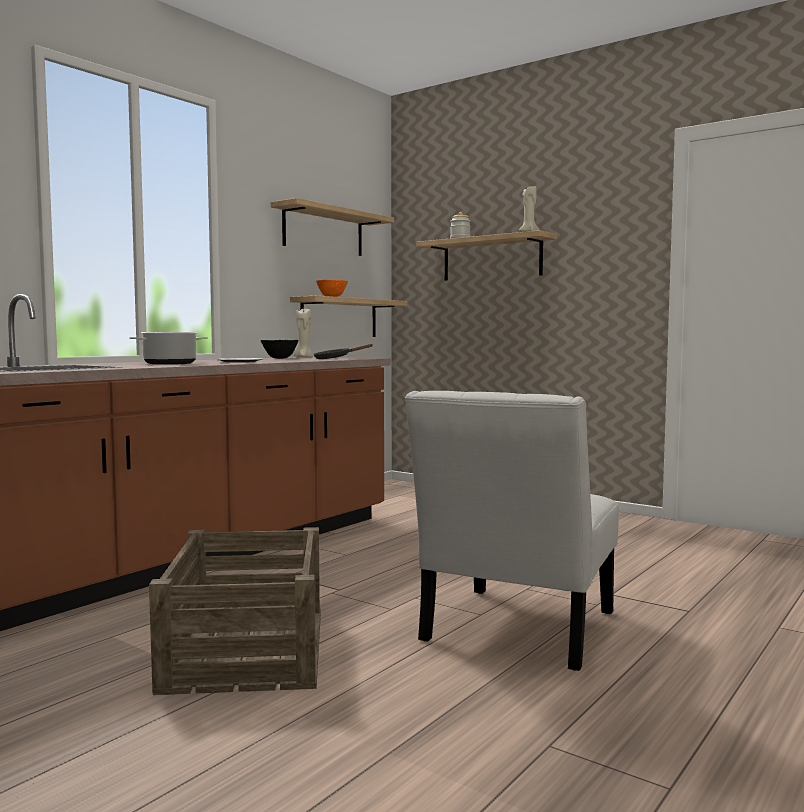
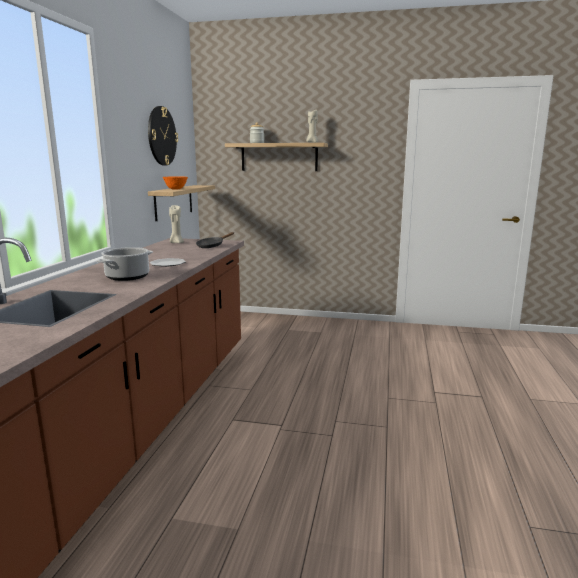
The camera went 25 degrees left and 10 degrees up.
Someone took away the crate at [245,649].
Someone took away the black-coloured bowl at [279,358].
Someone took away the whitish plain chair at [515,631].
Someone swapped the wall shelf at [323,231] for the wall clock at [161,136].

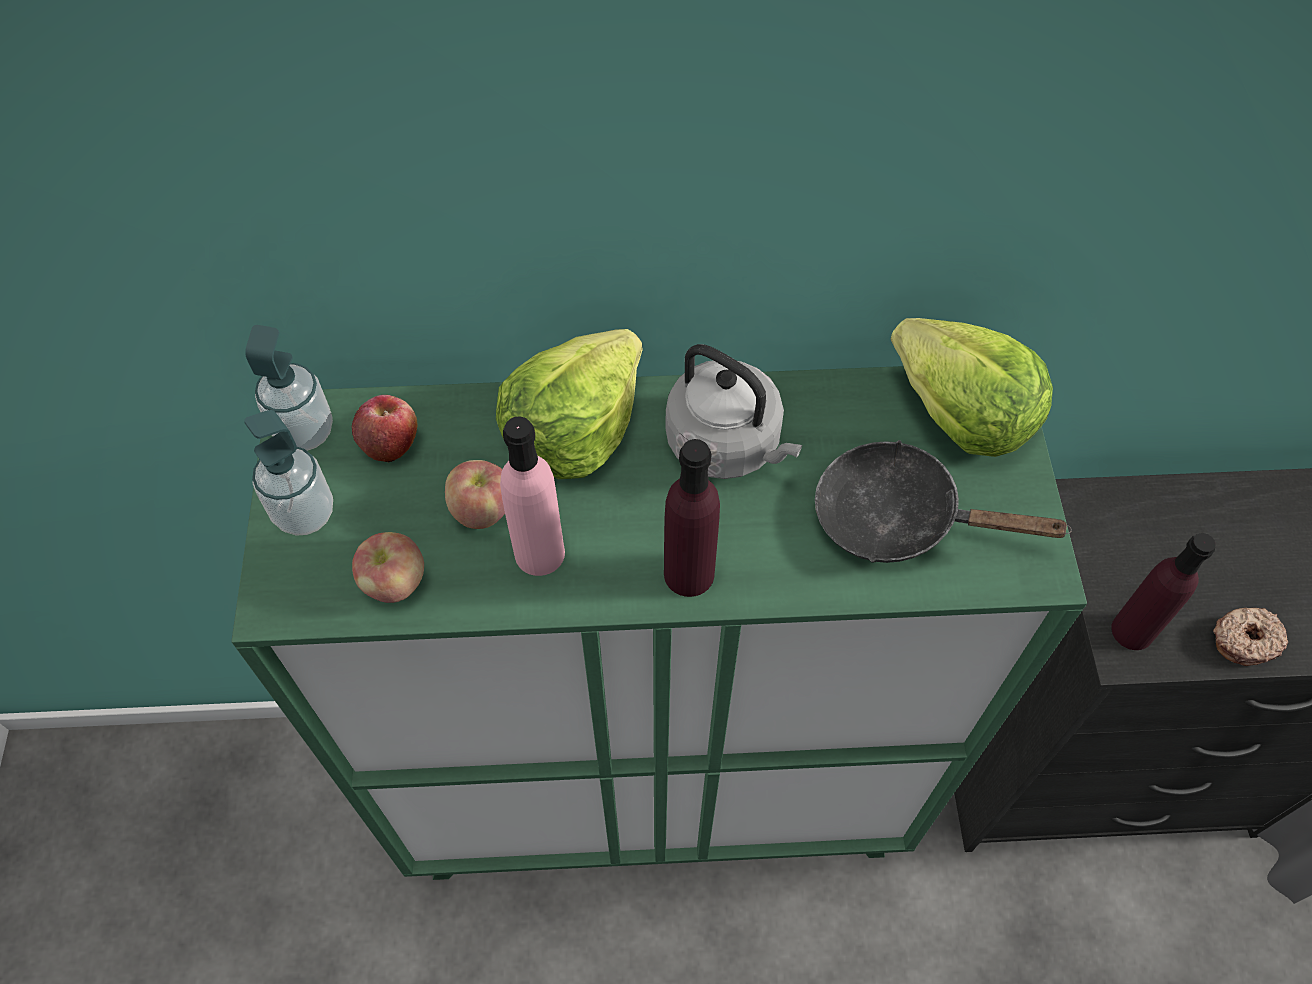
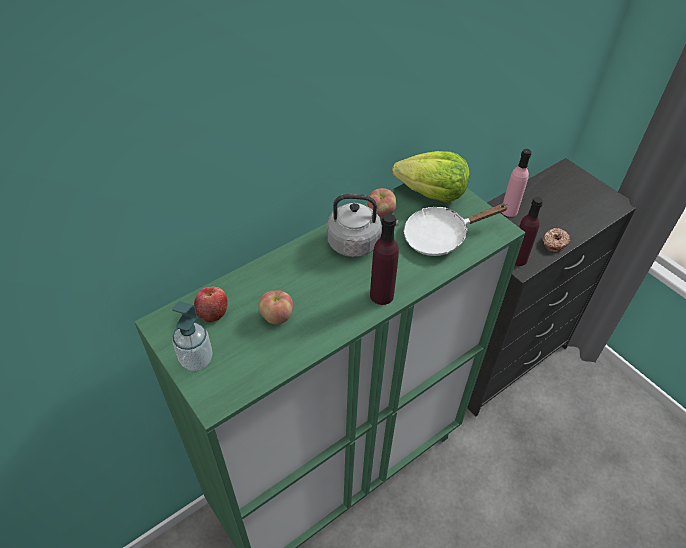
The camera went 35 degrees left and 10 degrees down.
Someone took away the soap dispenser at [305,431].
Someone took away the lettuce at [573,428].
Someone carried the whole apple from [394,582] to [381,213].
Someone carried the pinkish bottle from [539,553] to [509,211].
Someone repainted the black-coloured frying pan at [899,518], which became the whitish frying pan at [441,236].

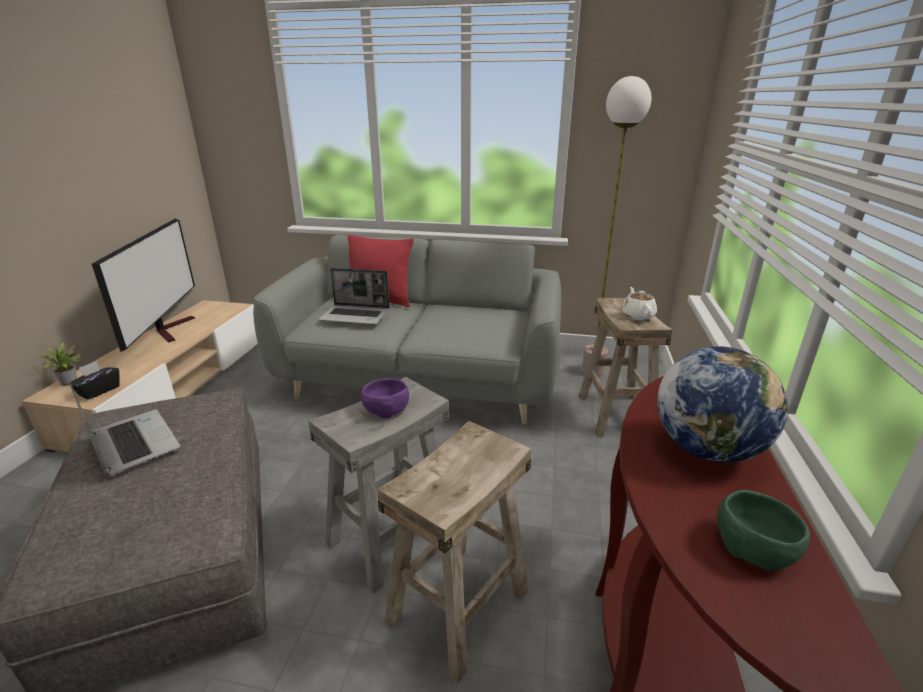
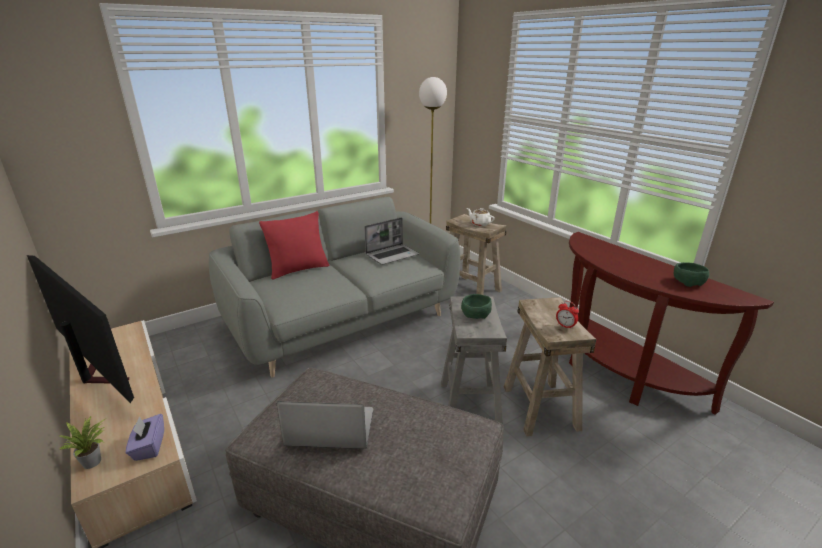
The camera went 45 degrees left and 0 degrees up.
Someone took away the desk globe at [707,449].
Someone put down the alarm clock at [565,326].
Someone carried the laptop from [356,316] to [392,255].
Someone repainted the black-coloured box of tissues at [99,391], which became the purplish box of tissues at [149,446].
Someone repainted the purplish bowl at [385,409], which became the greenish bowl at [475,314].

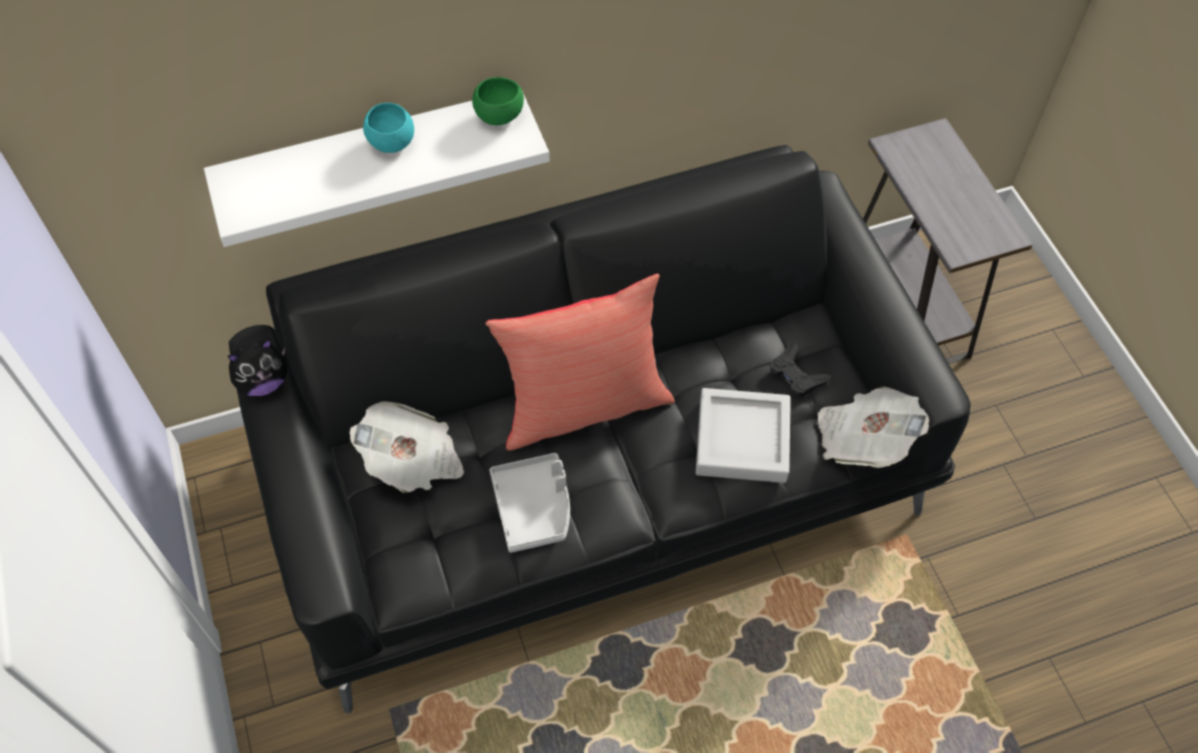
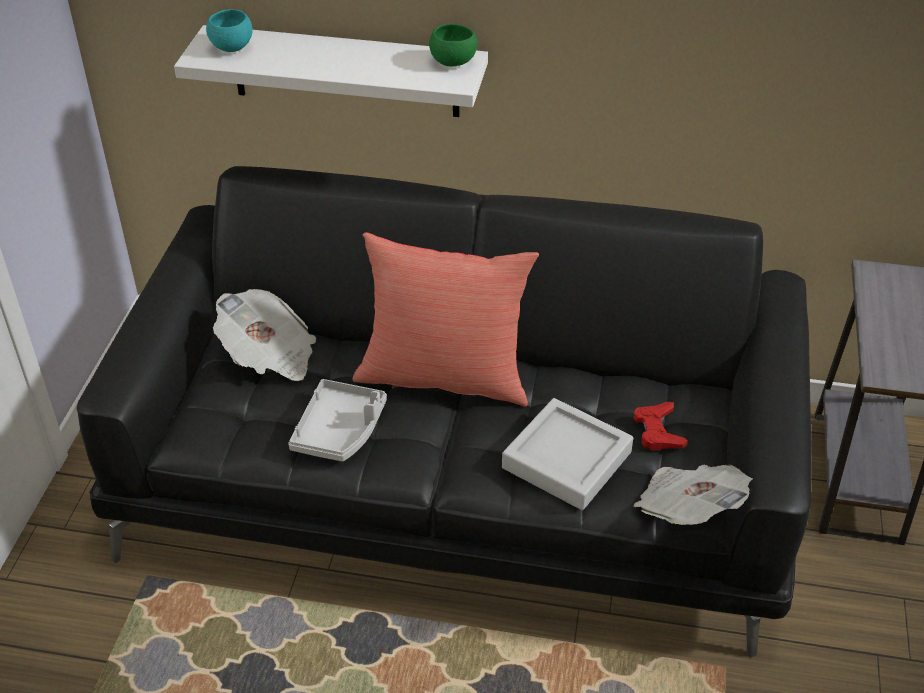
The camera went 30 degrees right and 15 degrees down.
Someone took away the soft toy at [264,382].
Someone carried the blue-green bowl from [391,143] to [232,47].
Someone repainted the black-coloured game controller at [796,375], which became the reddish game controller at [658,431].

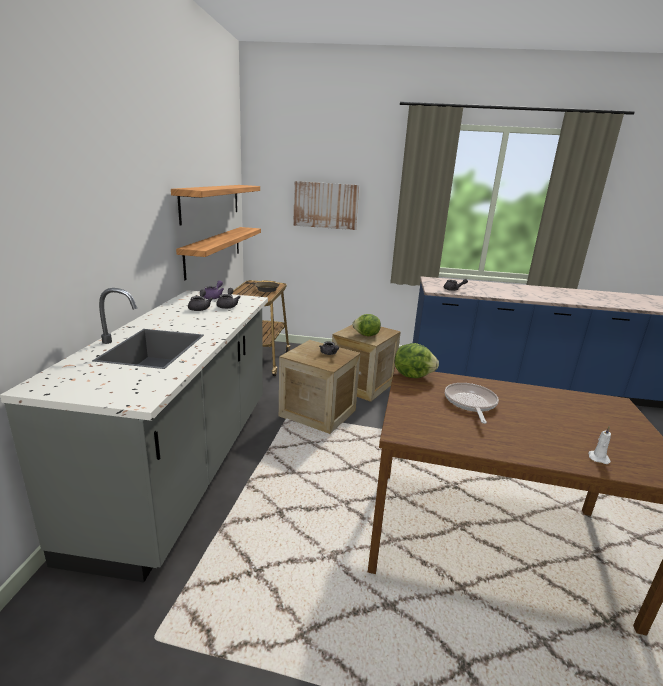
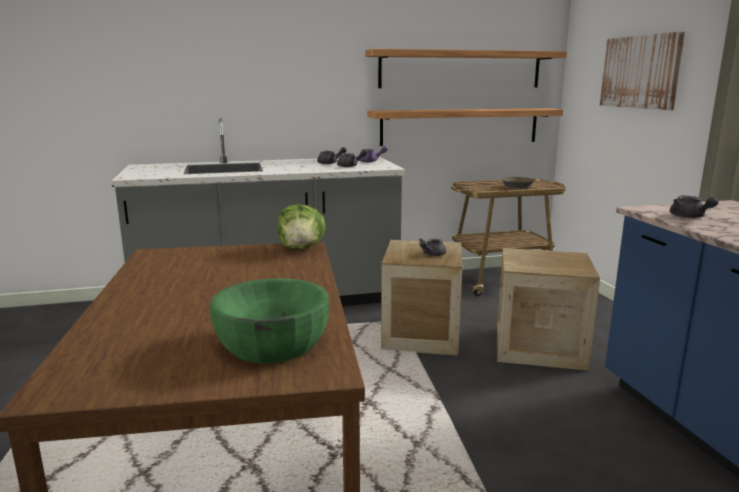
The camera went 70 degrees right and 5 degrees down.
Someone took away the lettuce at [366,335].
Someone took away the frying pan at [470,403].
Someone took away the whitish candle at [598,457].
Someone put down the greenish bowl at [272,343].

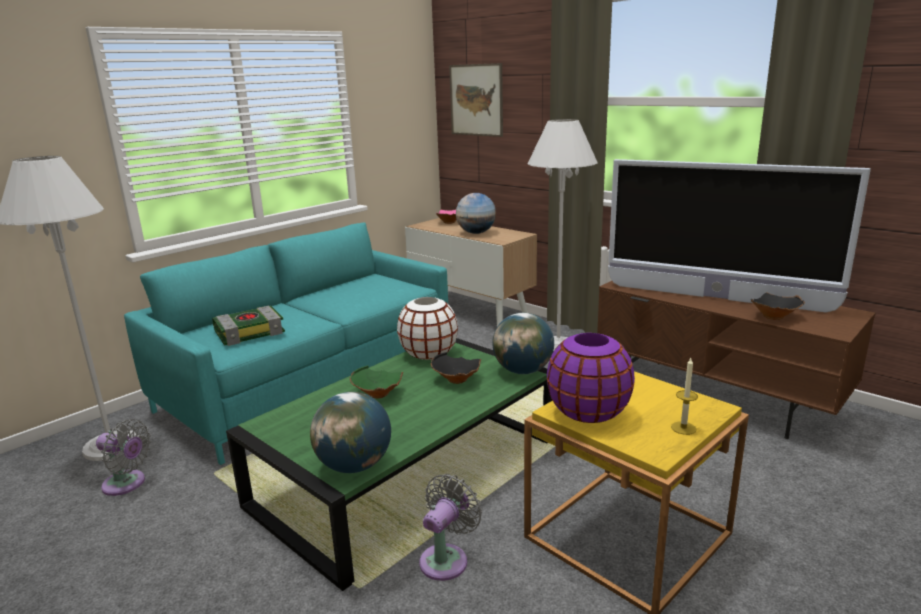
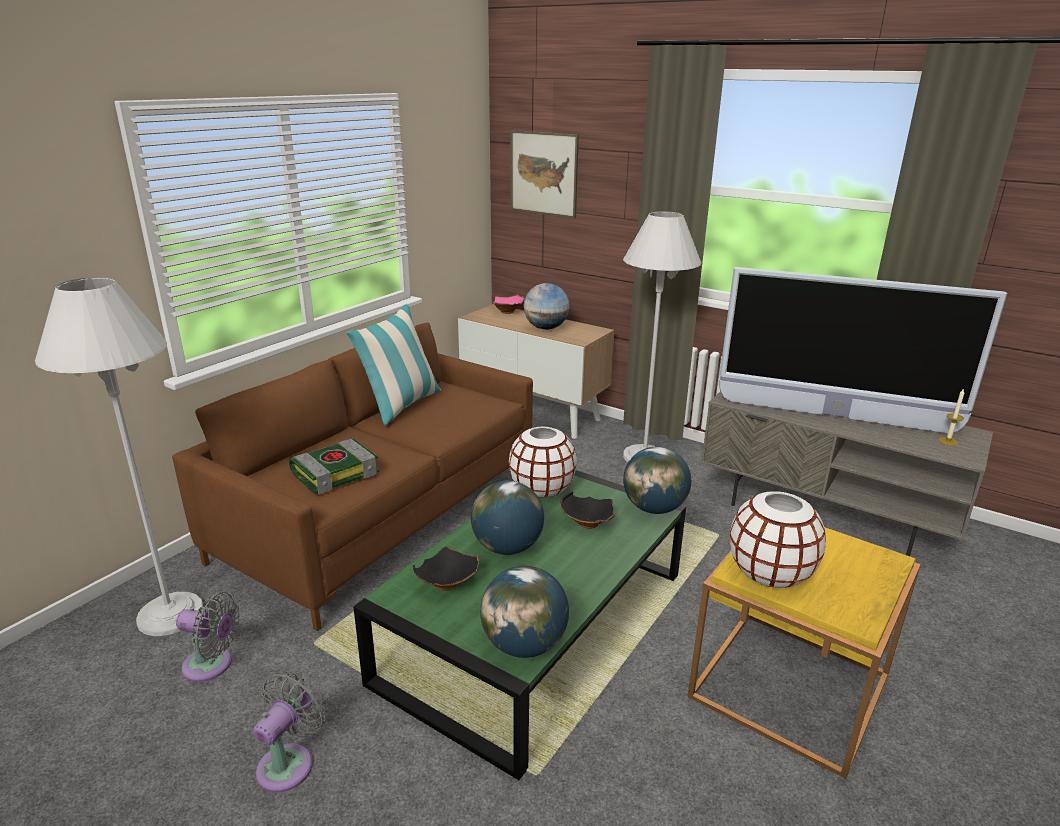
The camera went 10 degrees left and 5 degrees up.
Someone put down the throw pillow at [401,405].
Someone carried the grey fan from [446,559] to [289,763].
Someone carried the candle from [683,428] to [948,441].
Someone carried the black-coloured bowl from [774,317] to [447,584].
Someone swapped the greenish bowl at [377,394] for the desk globe at [508,547].
Someone repainted the blue-green sofa at [310,383], which became the brown sofa at [382,515].
Someone repainted the purplish flower vase at [588,412], which became the whitish flower vase at [770,573].
Someone repainted the brown media console at [717,396], which became the grey media console at [825,514].

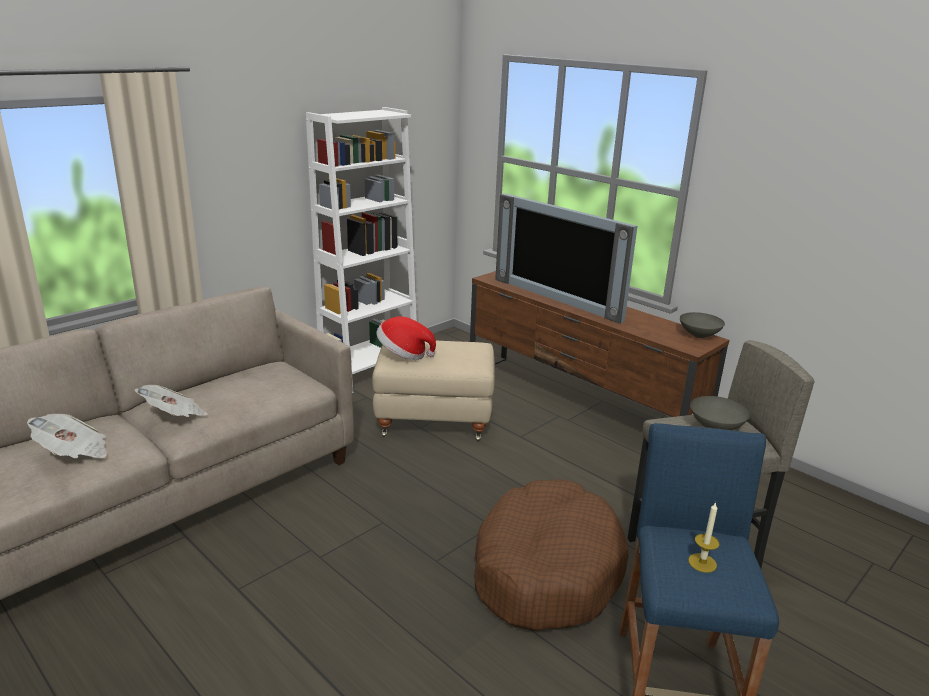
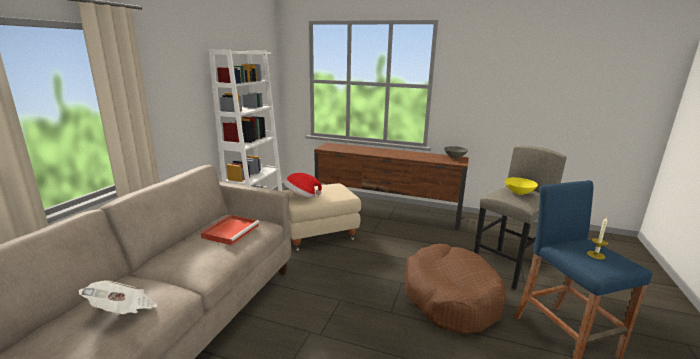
The camera went 25 degrees left and 5 degrees down.
Someone took away the newspaper at [174,416].
Someone took away the television at [559,298].
Someone put down the reddish serving tray at [231,231].
Someone repainted the grey bowl at [716,427], which became the yellow-coloured bowl at [519,193].

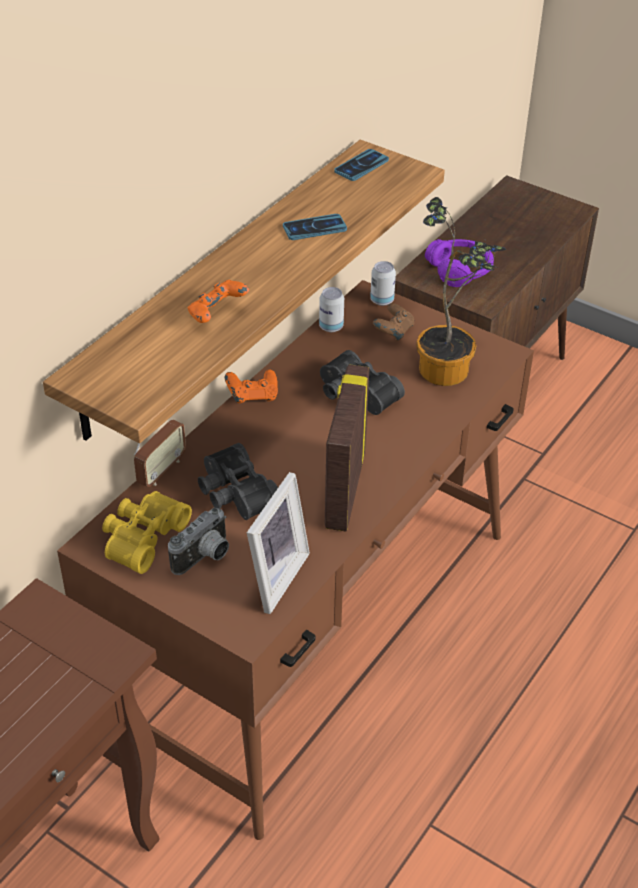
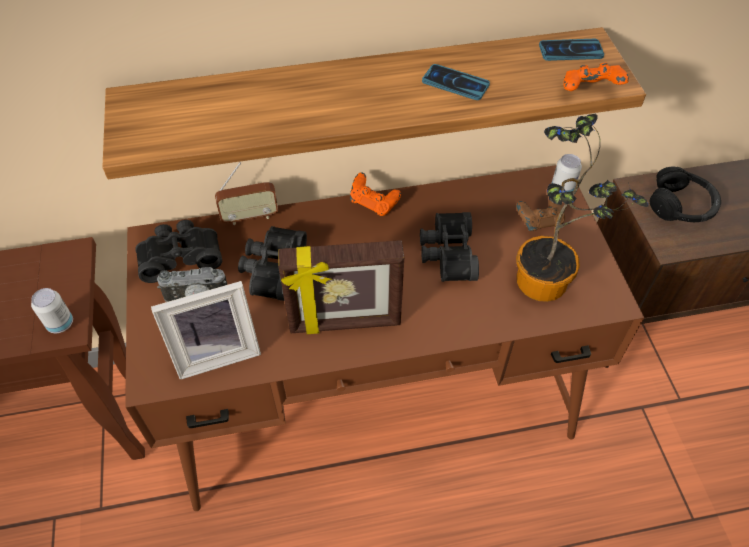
The camera went 45 degrees right and 10 degrees up.
Someone carried the orange game controller from [217,315] to [590,92].
Someone carried the can from [331,327] to [60,324].
Someone repainted the yellow-coloured binoculars at [141,537], which became the black-coloured binoculars at [180,256].
Someone repainted the purplish pair of headphones at [460,270], which became the black-coloured pair of headphones at [681,206].
Someone rotated the standing frame at [343,490] by 150 degrees counterclockwise.

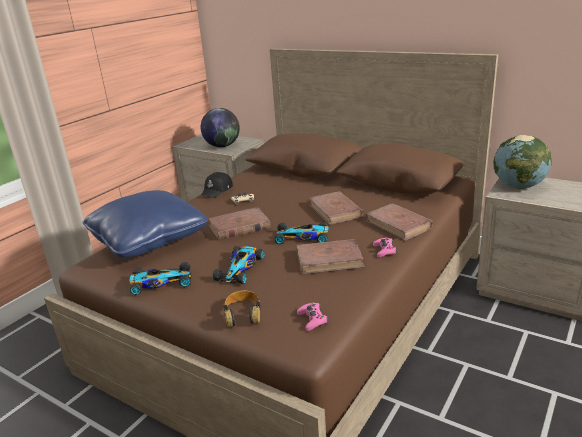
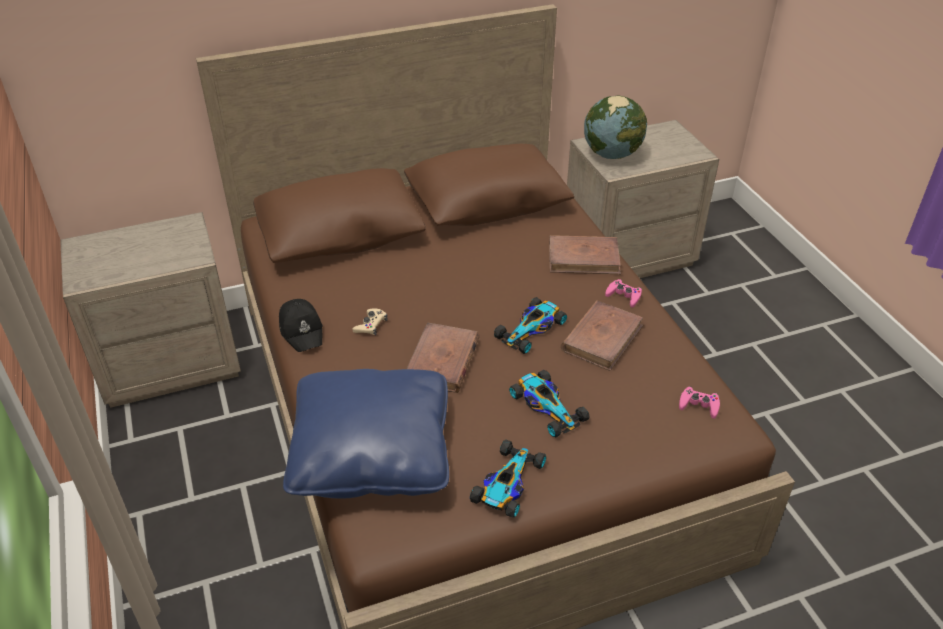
The camera went 55 degrees left and 15 degrees up.
Someone took away the desk globe at [222,146].
Someone took away the pair of headphones at [242,314].
Someone took away the brown bound book at [335,211].

